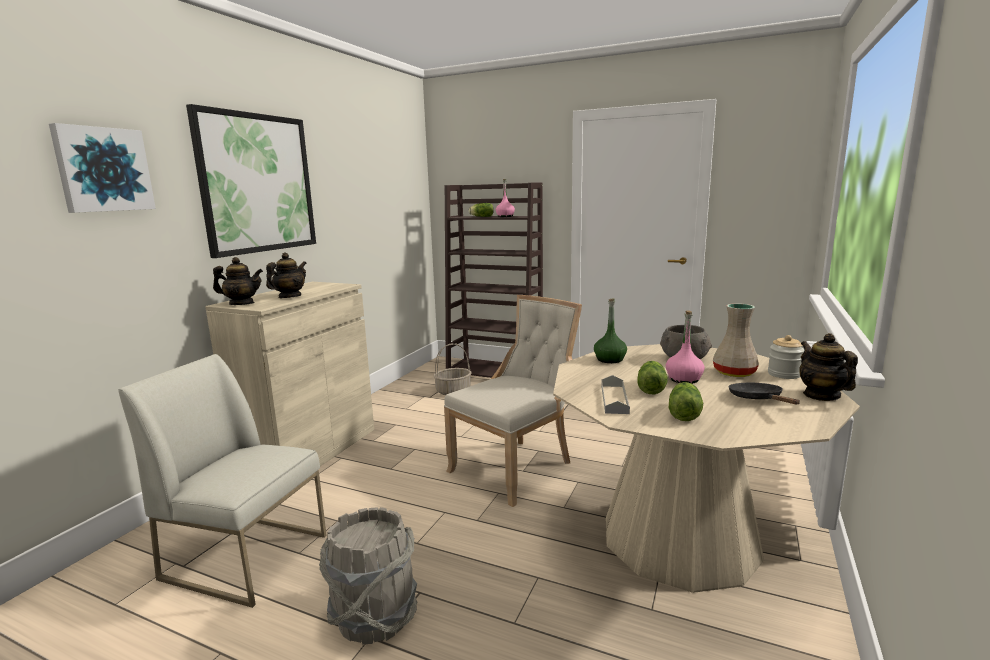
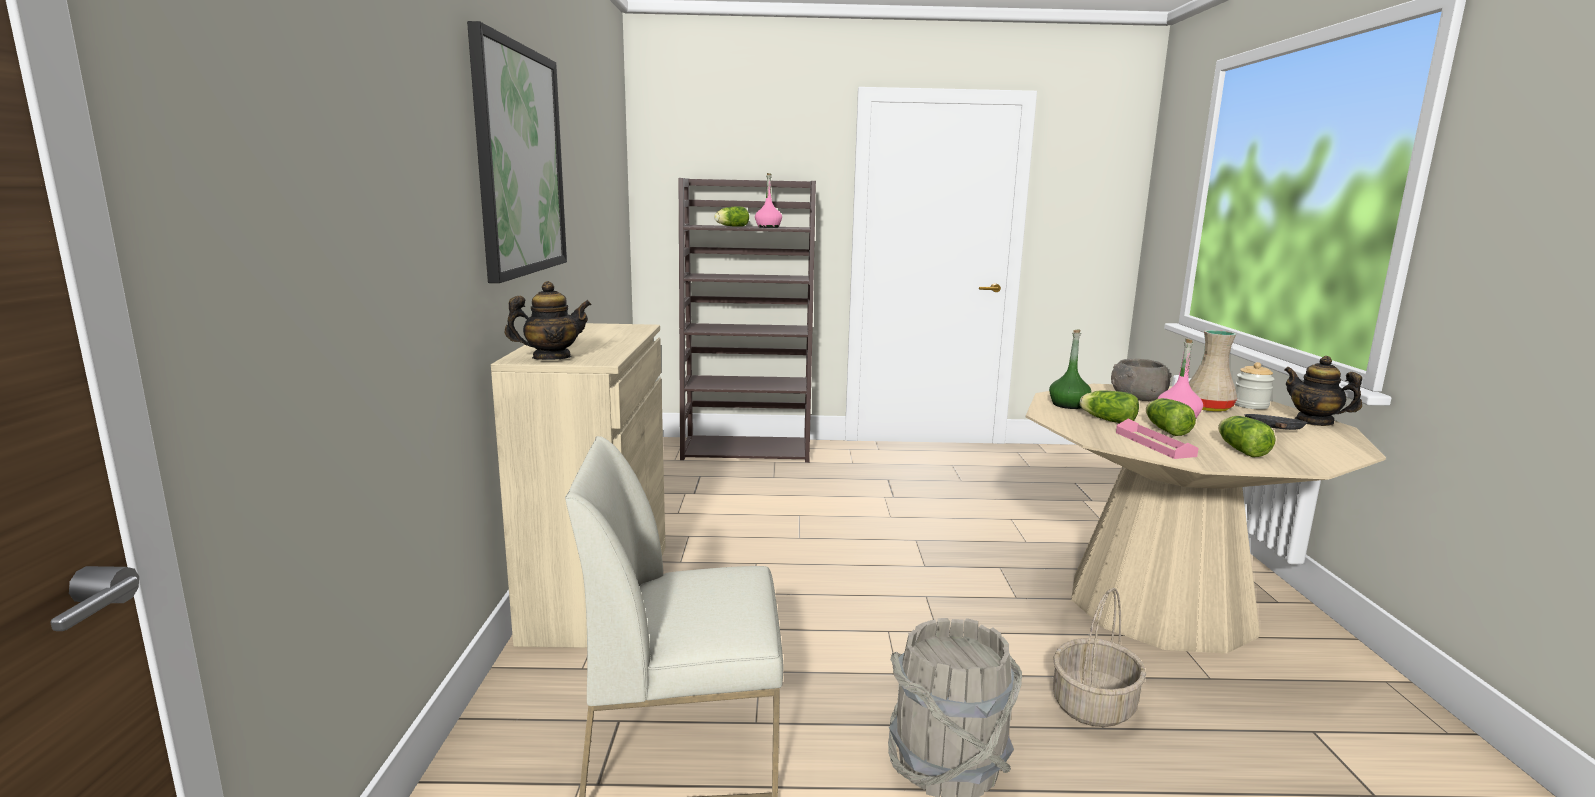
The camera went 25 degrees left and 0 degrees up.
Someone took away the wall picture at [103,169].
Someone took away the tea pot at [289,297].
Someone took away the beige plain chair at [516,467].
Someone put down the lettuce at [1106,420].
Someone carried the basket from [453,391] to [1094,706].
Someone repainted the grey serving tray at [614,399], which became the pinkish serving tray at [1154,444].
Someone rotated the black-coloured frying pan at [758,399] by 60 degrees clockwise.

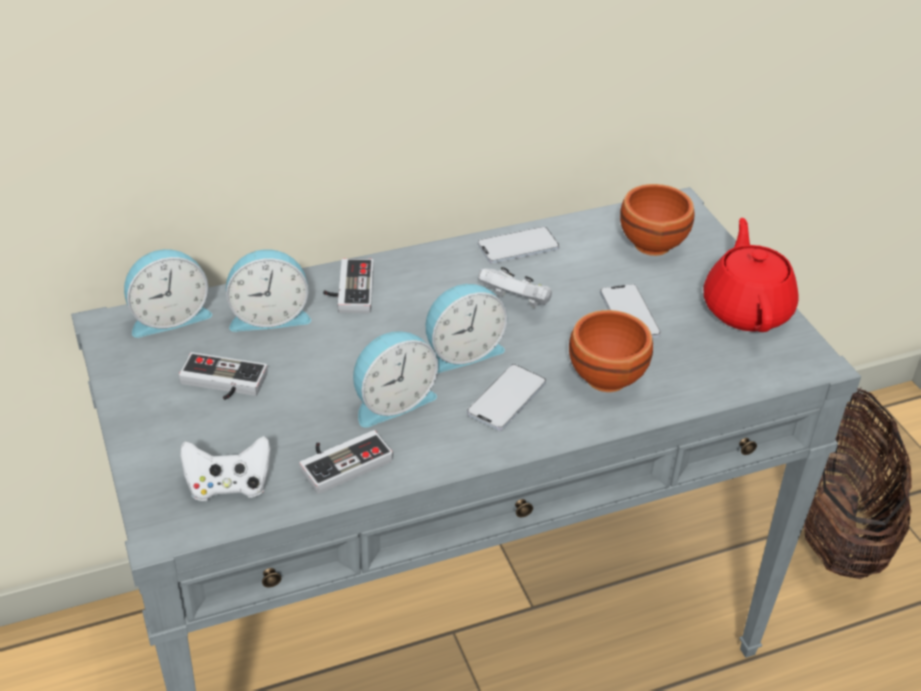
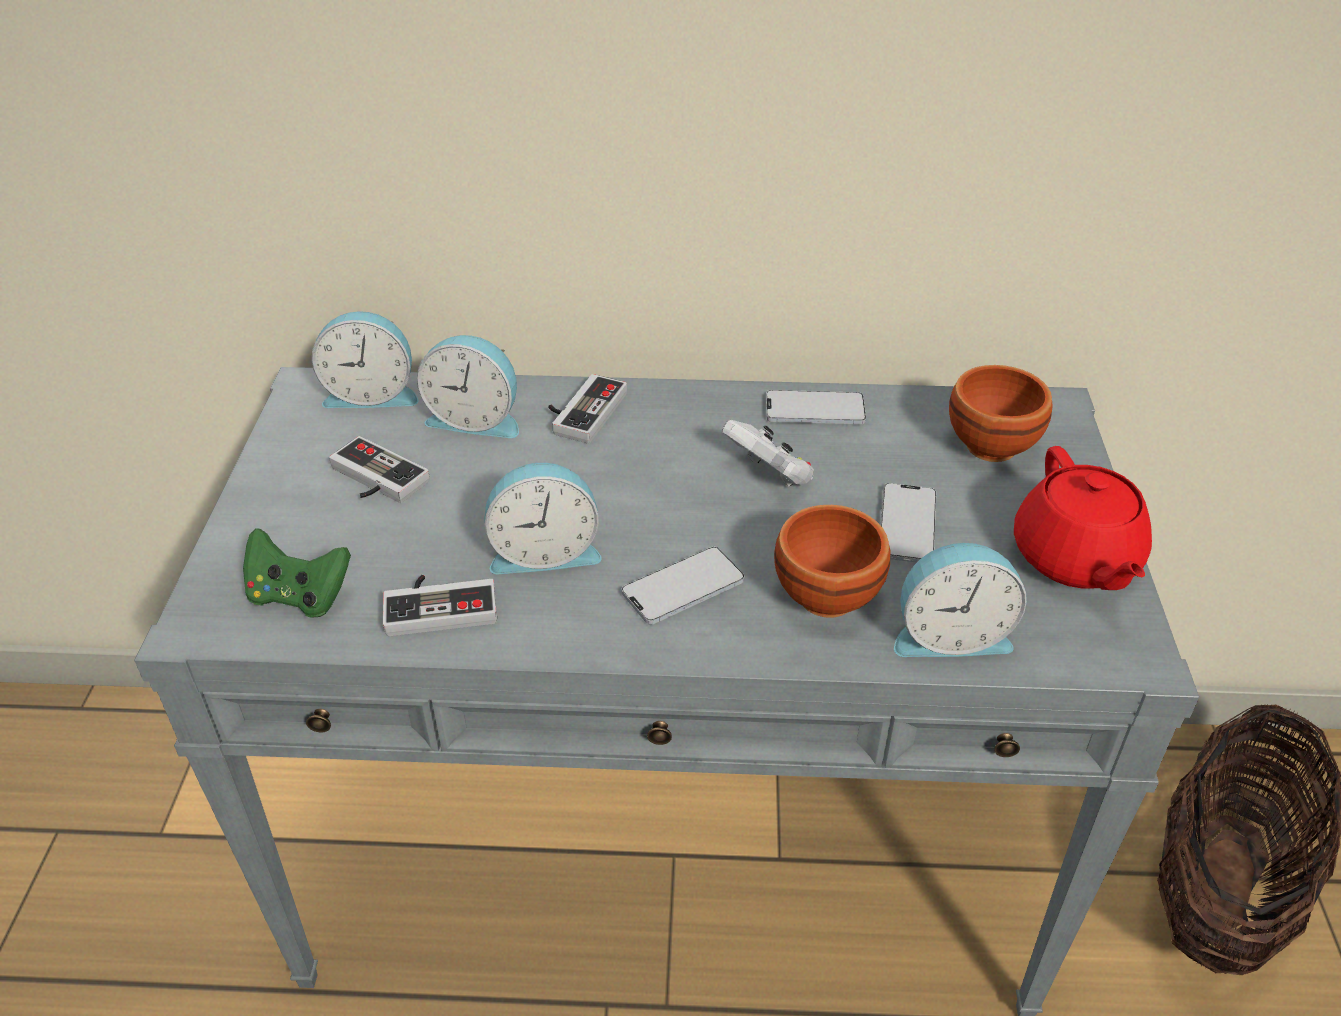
The camera went 25 degrees right and 0 degrees up.
Someone carried the alarm clock from [461,351] to [949,635].
Someone repainted the whitish game controller at [228,486], which became the greenish game controller at [299,596].
Someone rotated the reddish tea pot at [746,309] by 150 degrees clockwise.

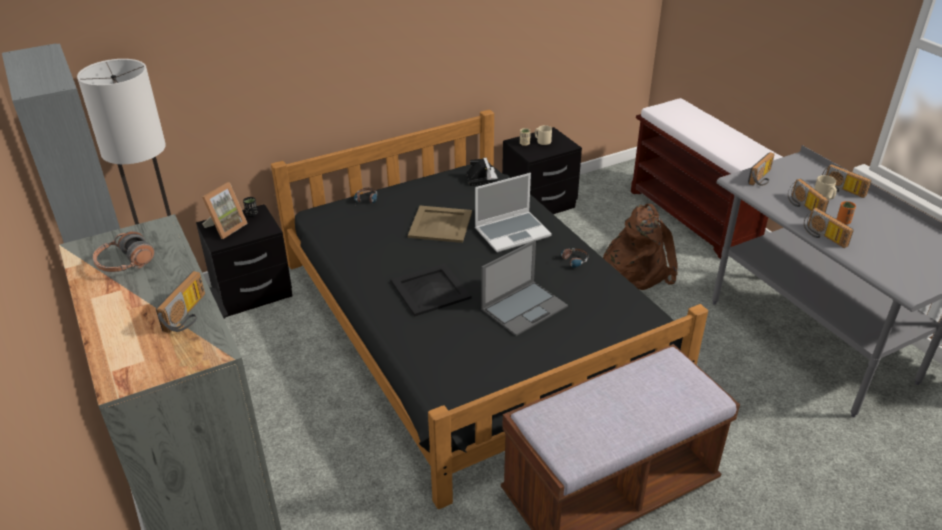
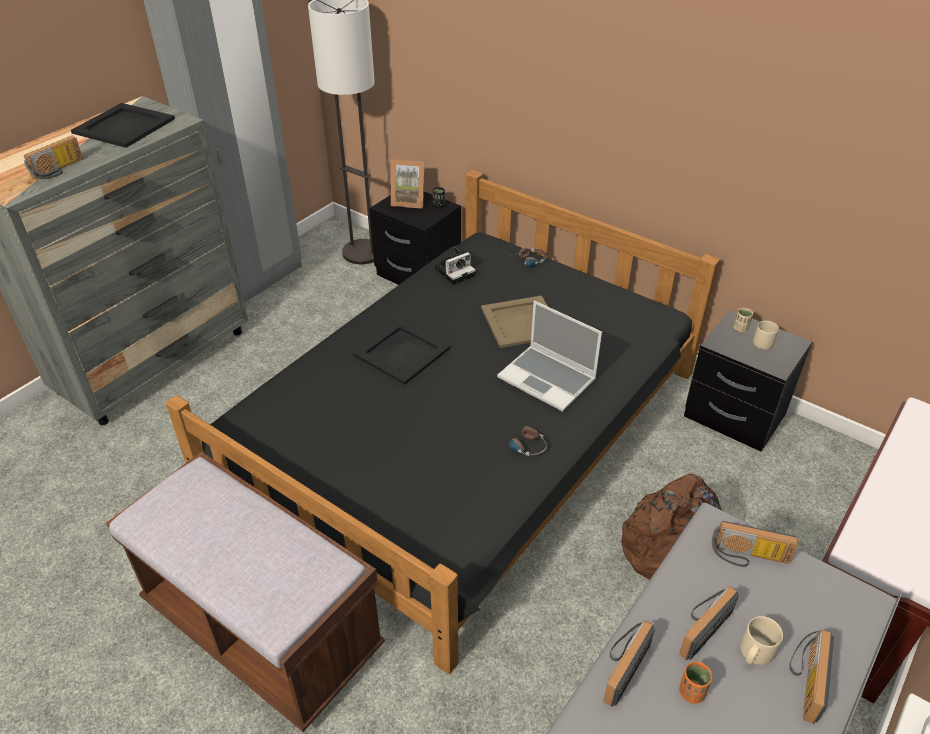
The camera went 65 degrees right and 5 degrees up.
Someone took away the laptop at [525,307].
Someone carried the photo camera from [481,178] to [456,271].
Someone swapped the pair of headphones at [125,263] for the black-coloured serving tray at [124,125].
Someone rotated the radio at [188,315] by 45 degrees counterclockwise.

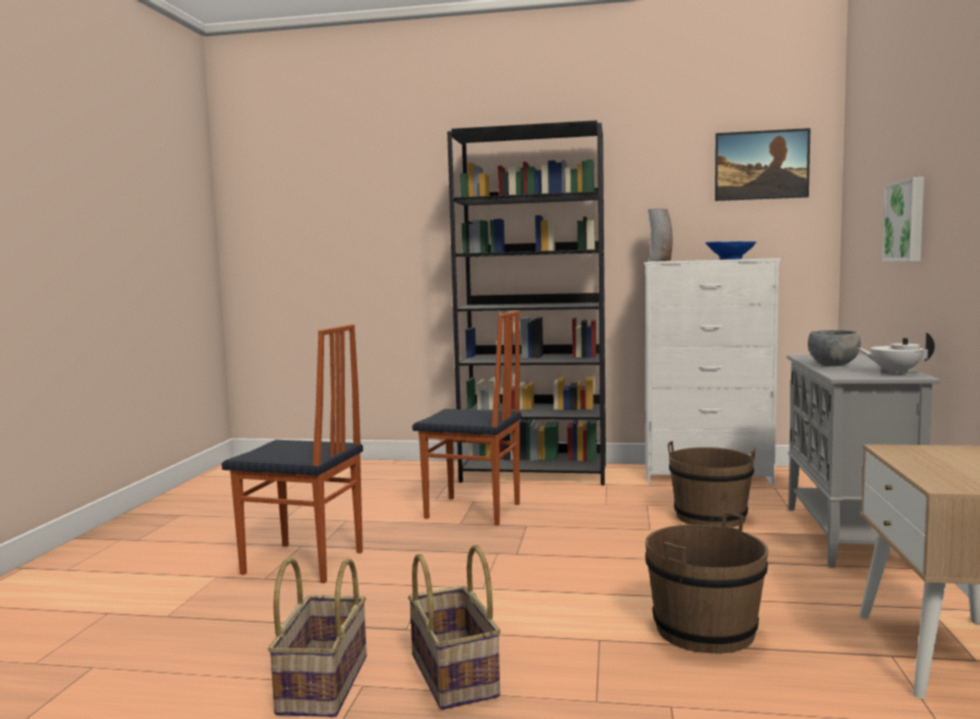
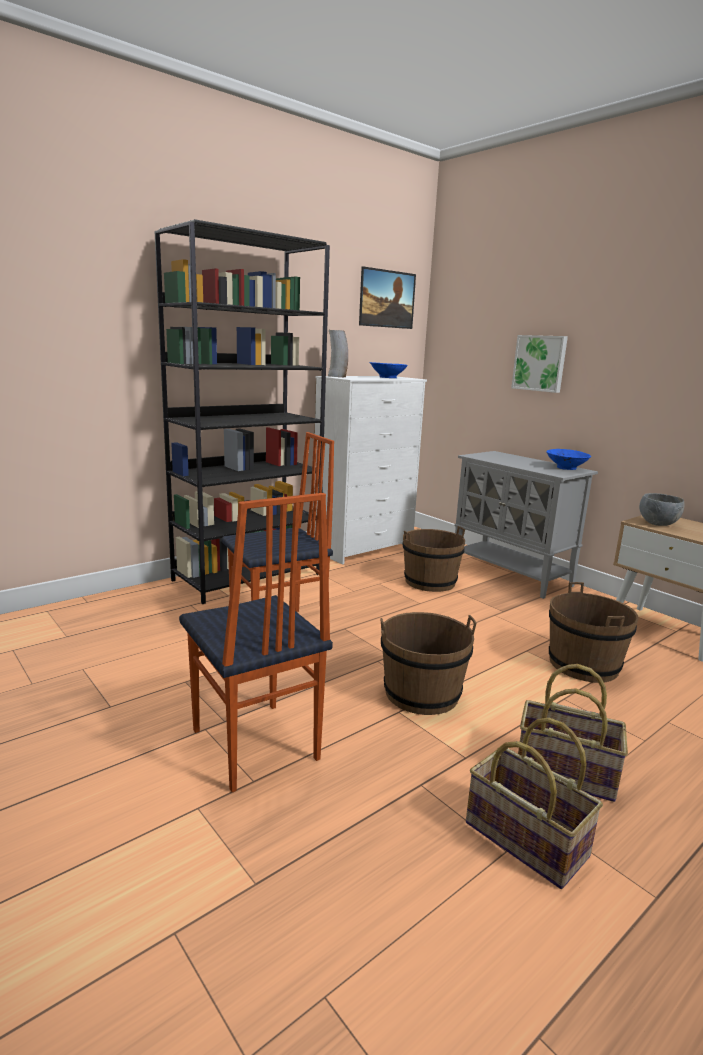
The camera went 50 degrees left and 10 degrees up.
Someone put down the brown bucket at [422,694].
Someone carried the grey bowl from [833,365] to [657,523].
Someone swapped the whitish tea pot at [894,372] for the blue bowl at [565,468].
Someone rotated the plain chair at [303,563] by 90 degrees clockwise.

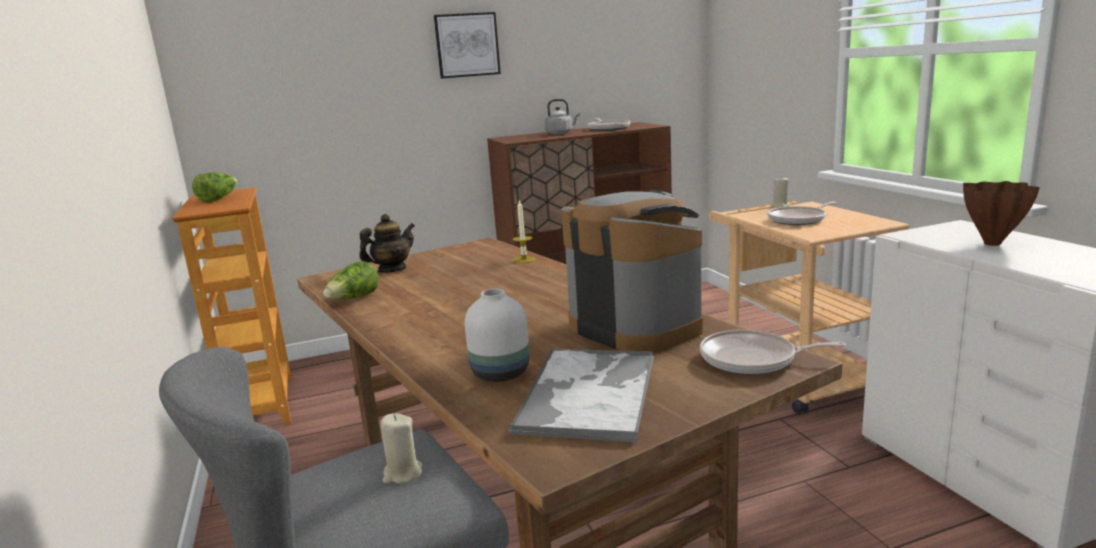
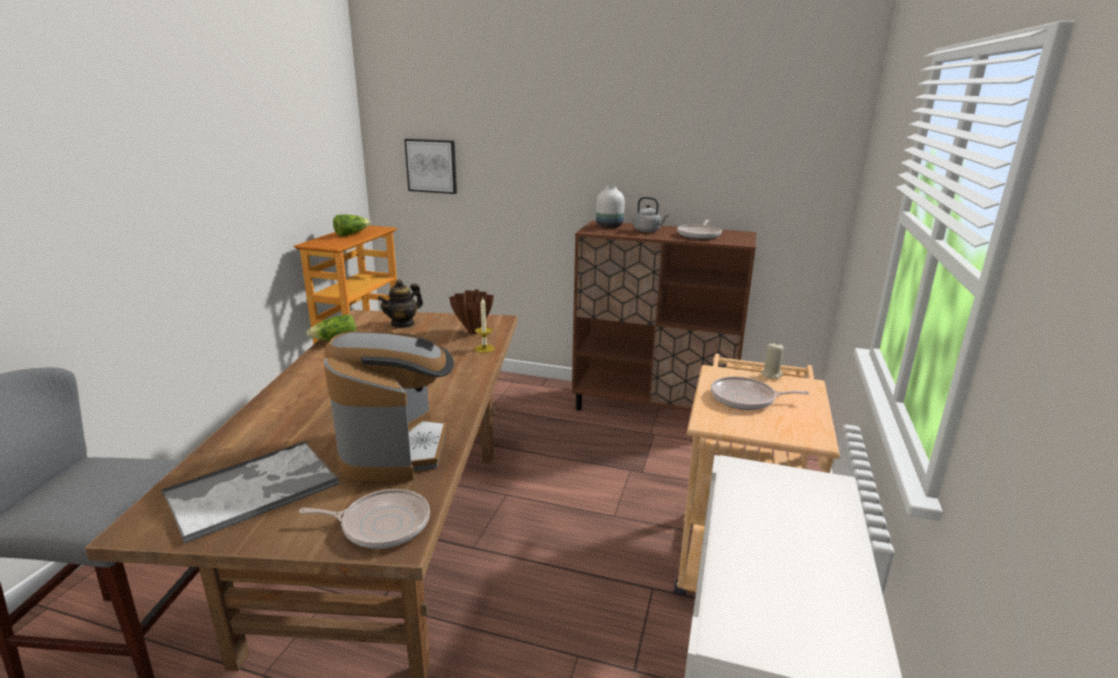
The camera went 35 degrees right and 5 degrees up.
Someone took away the beige candle at [402,474].
Someone carried the wall picture from [467,45] to [431,166].
Someone carried the whitish flower vase from [500,374] to [609,226].
Someone carried the brown flower vase from [993,244] to [473,333].
Someone rotated the tea pot at [391,270] by 135 degrees clockwise.
Someone rotated the frying pan at [753,360] by 135 degrees clockwise.

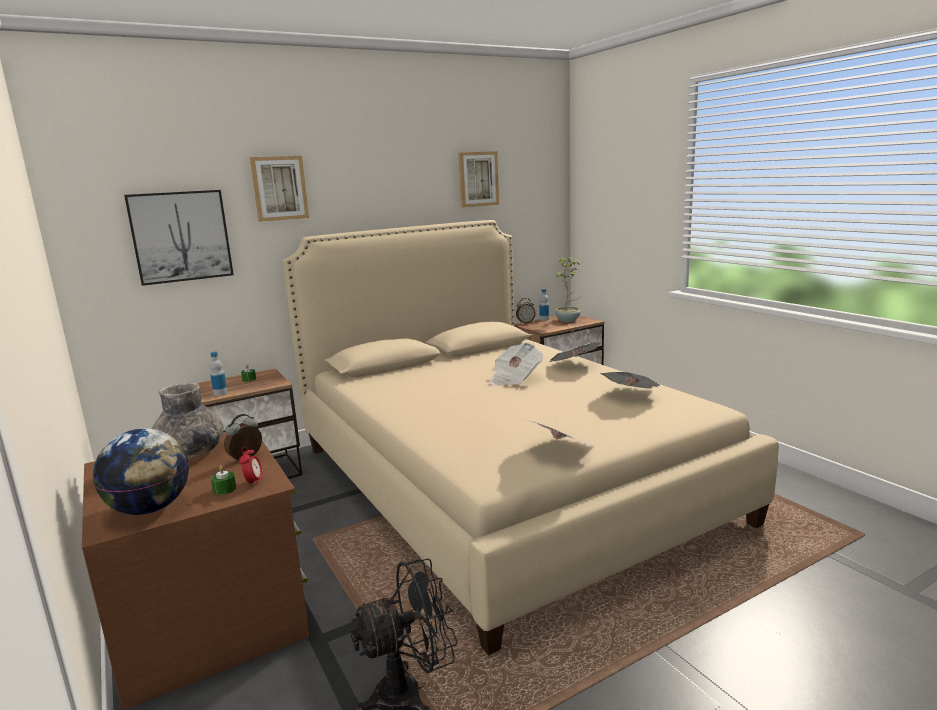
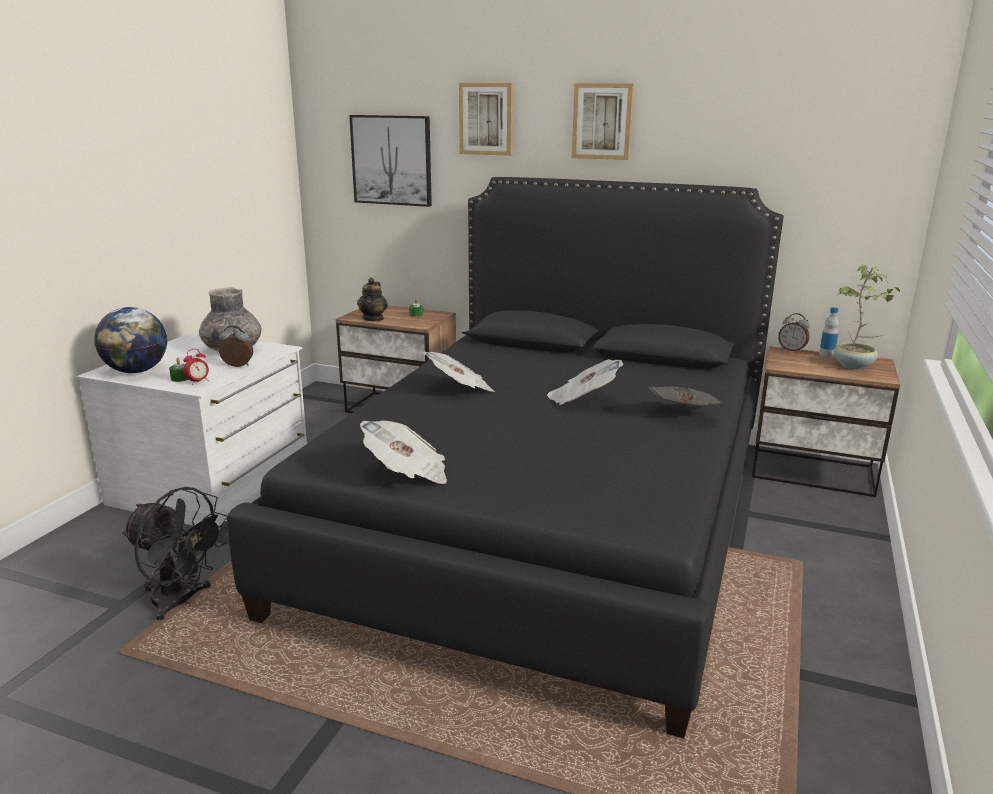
The camera went 50 degrees right and 5 degrees up.
Someone carried the wall picture from [478,179] to [602,121].
Someone carried the newspaper from [631,395] to [460,389].
Someone swapped the bottle at [220,393] for the tea pot at [373,318].
Someone repainted the brown dresser at [211,615], which became the whitish dresser at [214,484].
Someone repainted the beige bedroom bed at [501,482], which became the black-coloured bedroom bed at [544,518].

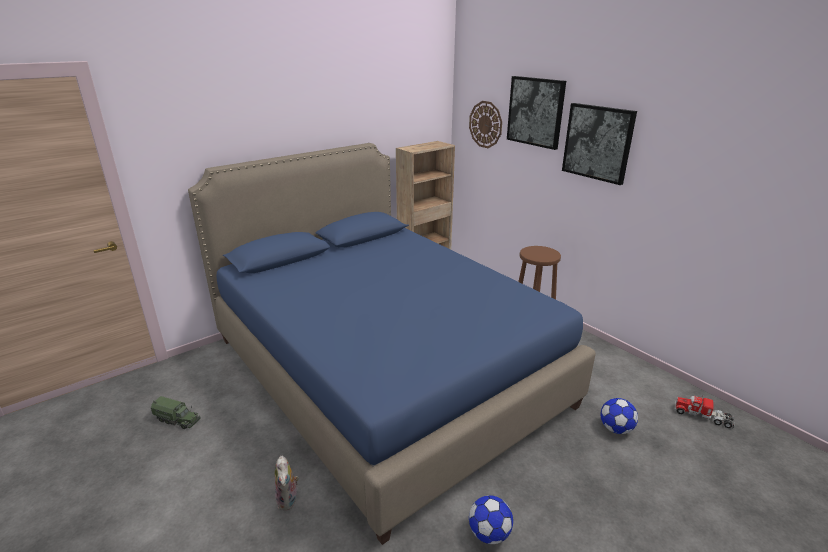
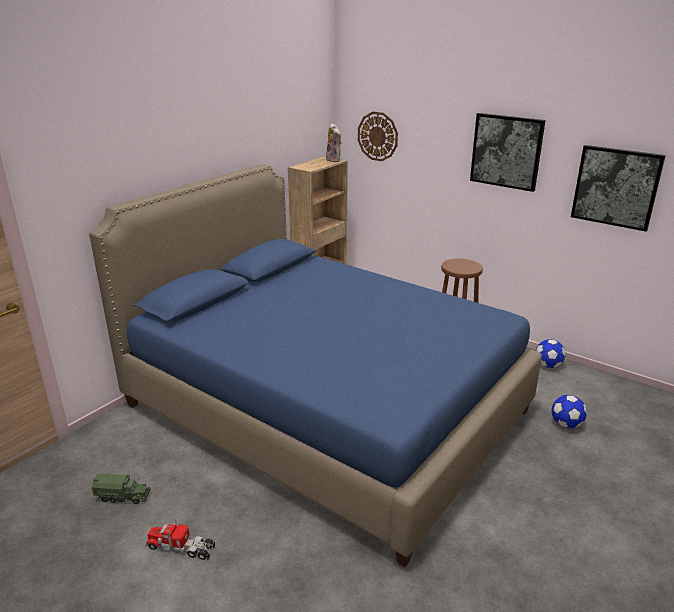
The camera went 15 degrees left and 0 degrees up.
Someone carried the soft toy from [289,500] to [334,160].
Someone carried the ball for football from [489,533] to [548,365].
Someone carried the wall picture from [535,112] to [616,187].
Someone carried the toy truck from [702,416] to [181,547].

